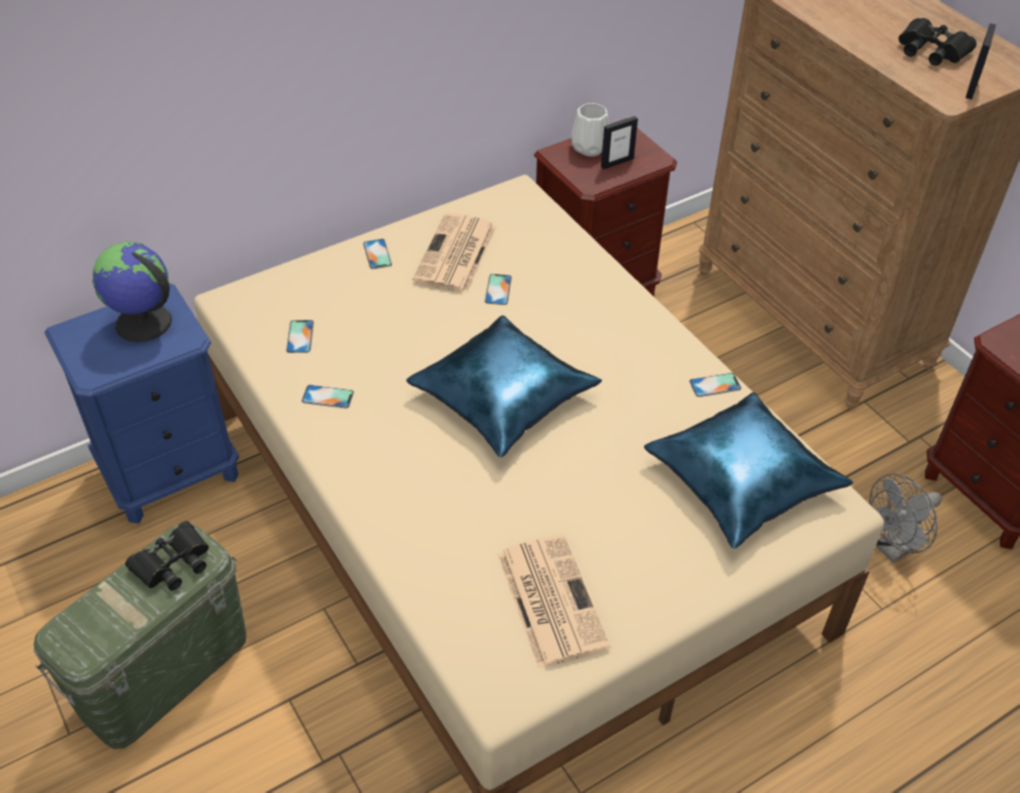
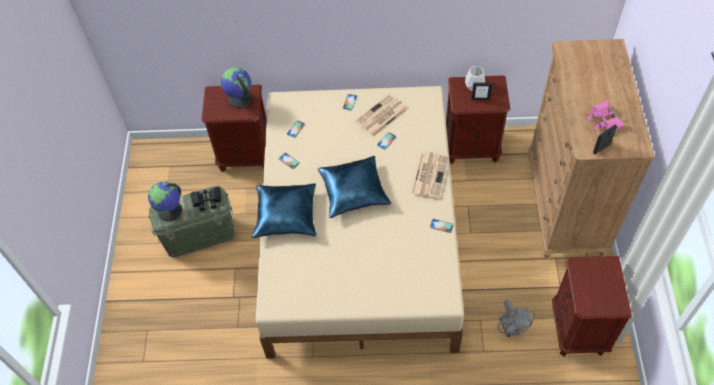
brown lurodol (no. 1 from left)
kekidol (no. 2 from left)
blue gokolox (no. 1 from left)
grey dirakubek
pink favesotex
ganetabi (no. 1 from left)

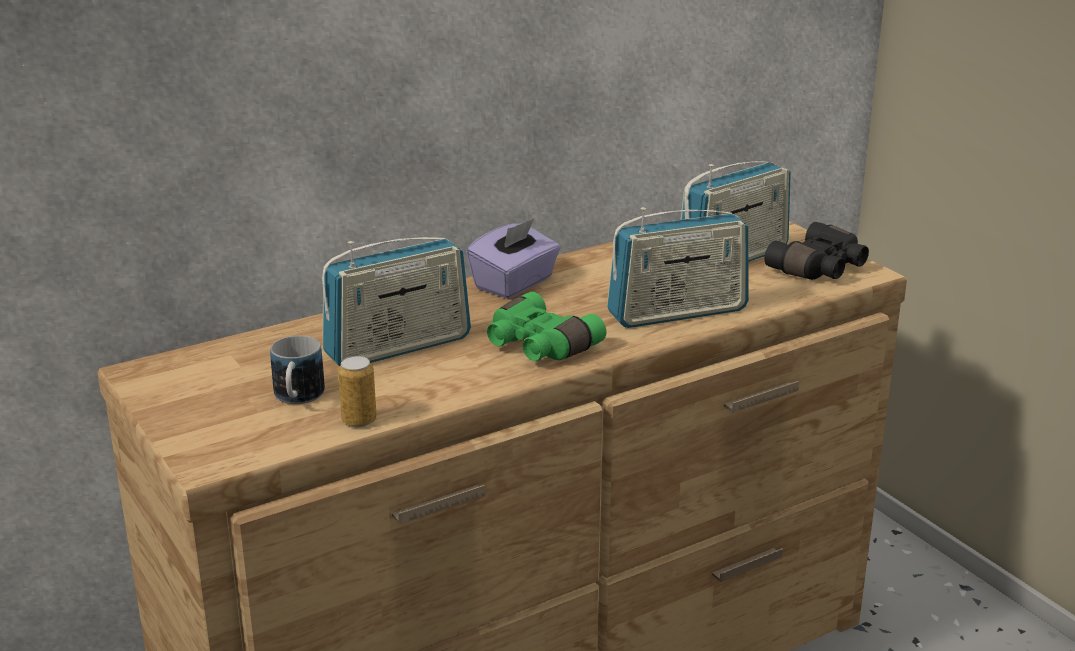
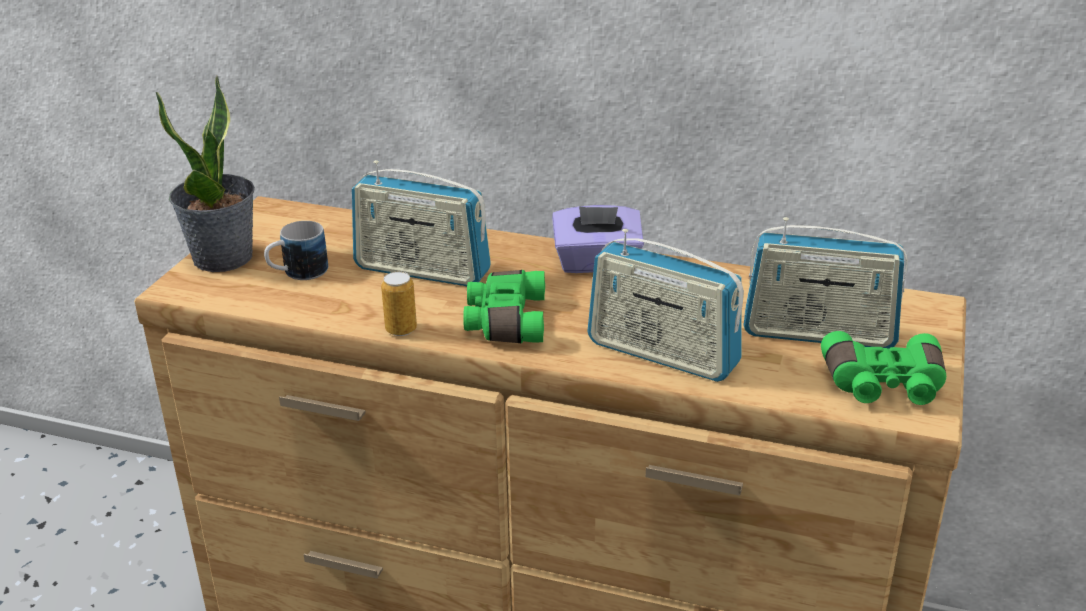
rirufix
green favesotex (no. 2 from left)
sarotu

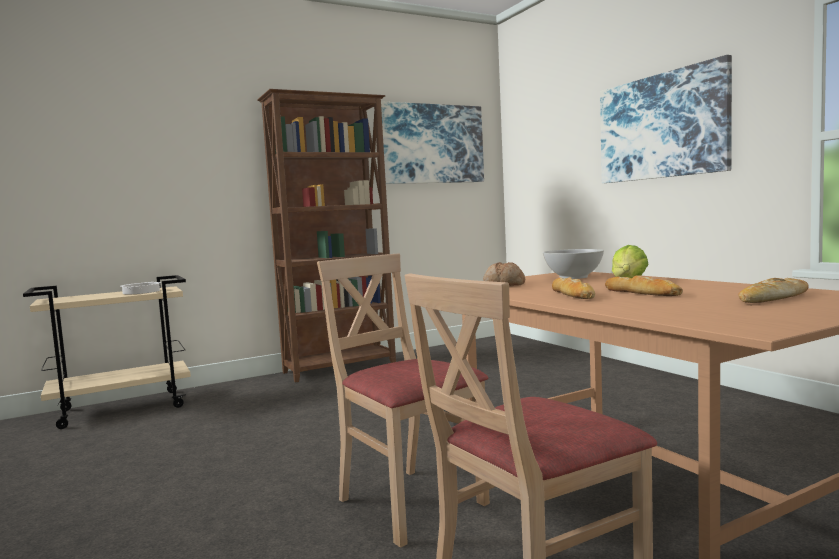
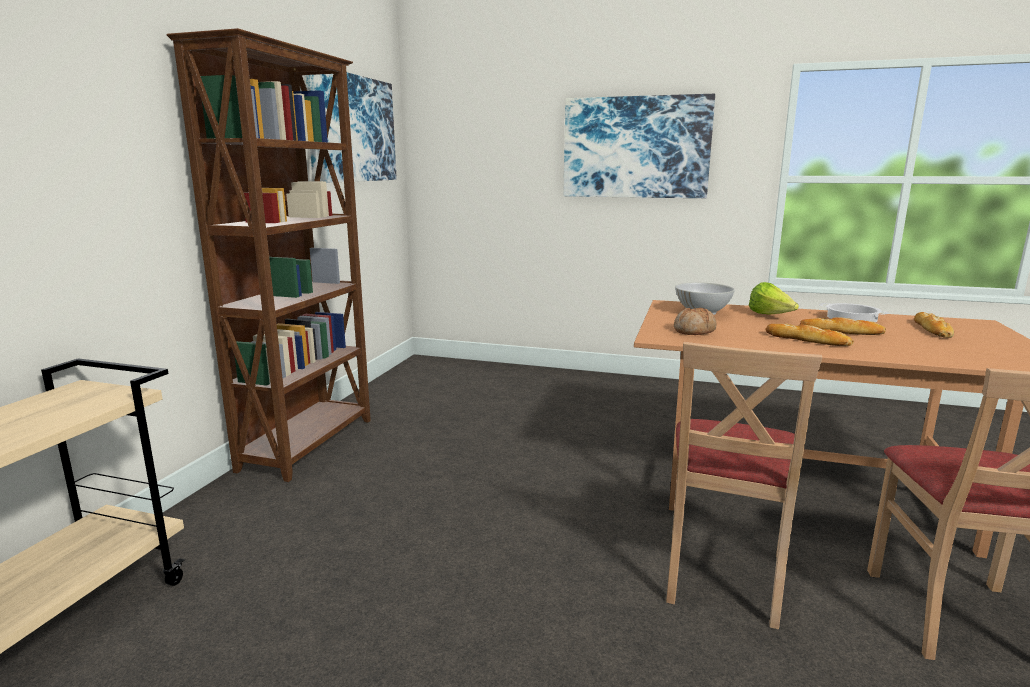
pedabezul
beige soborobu (no. 1 from left)

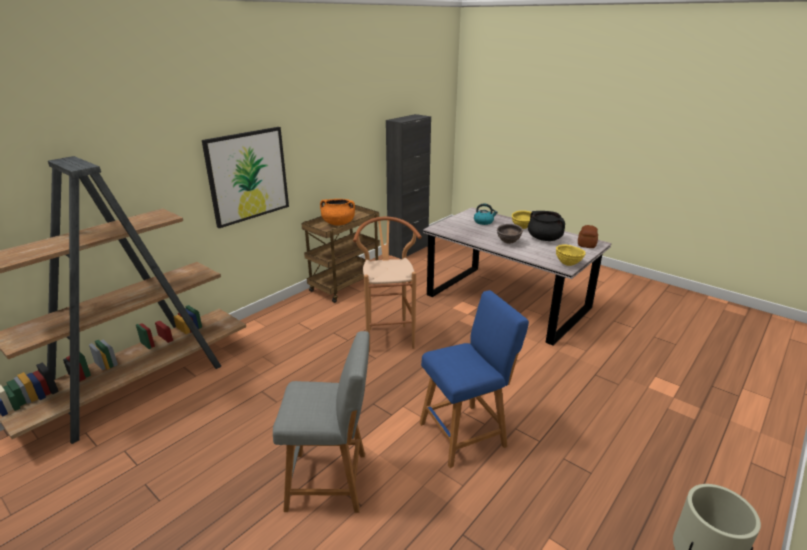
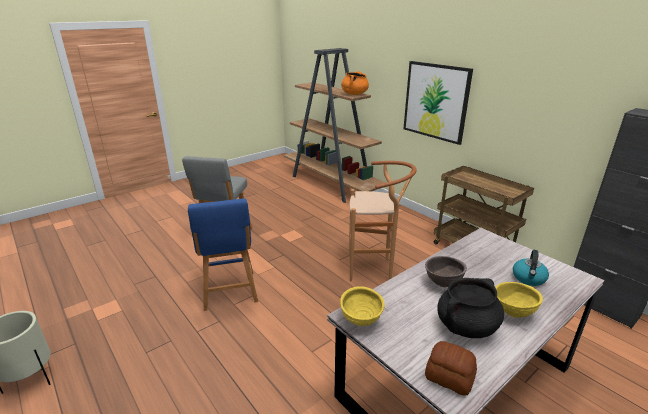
orange pedabezul

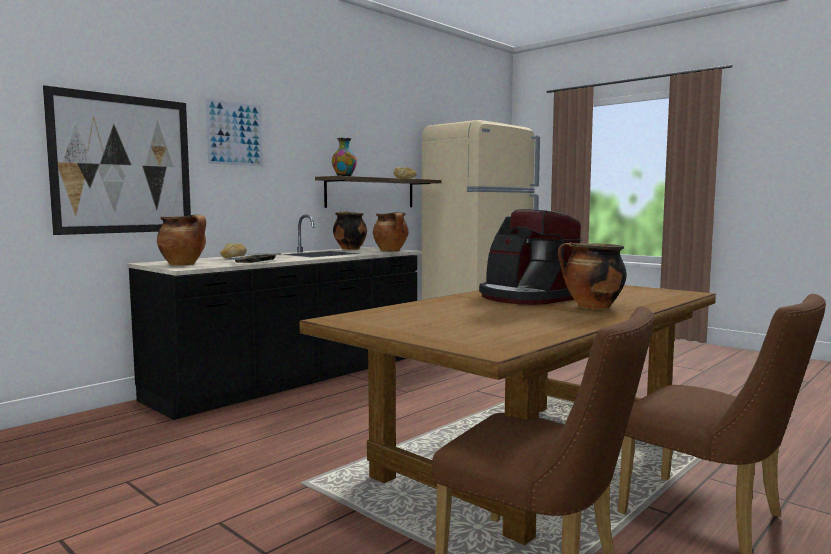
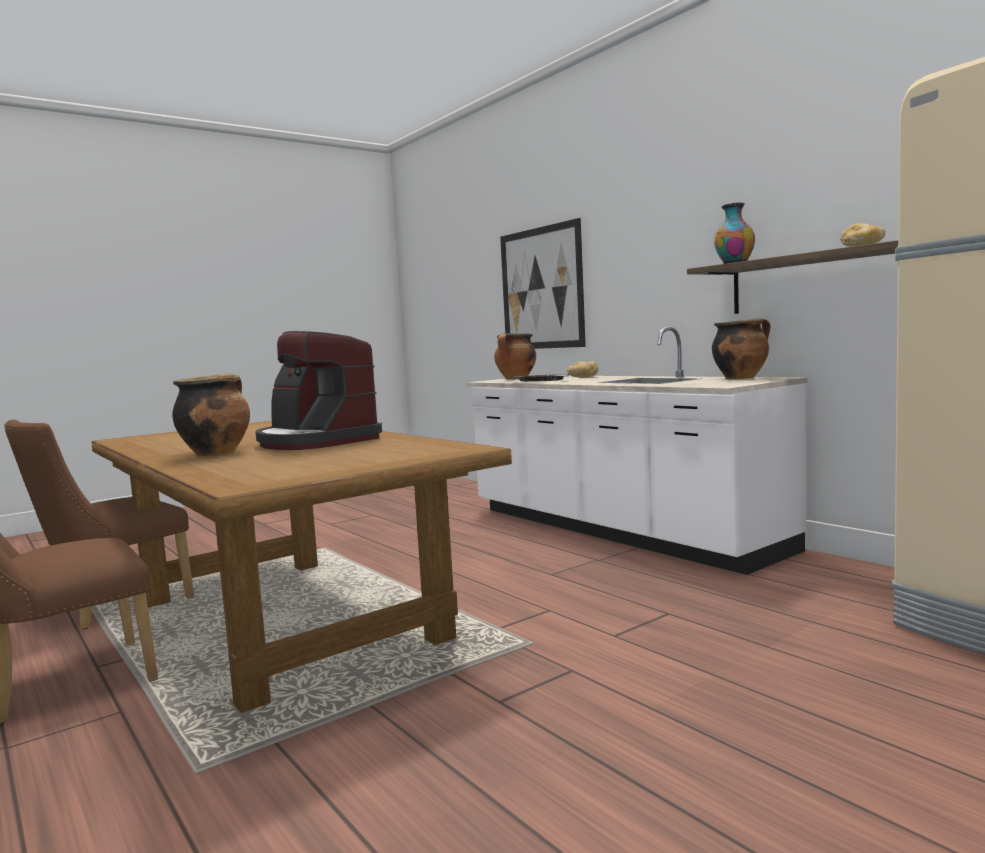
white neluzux
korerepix (no. 2 from left in the first image)
pedabezul (no. 3 from left in the first image)
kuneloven

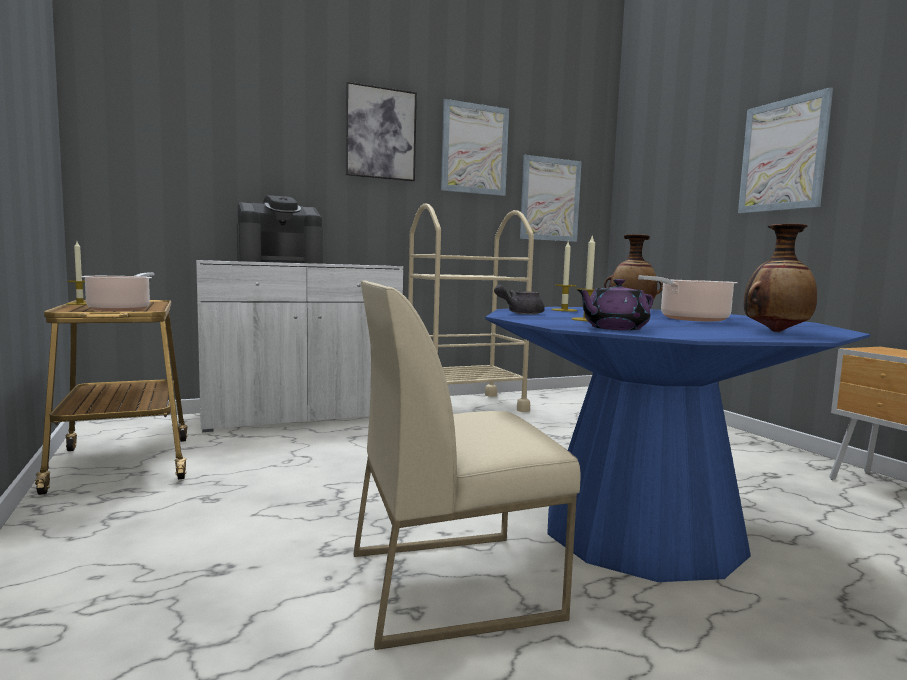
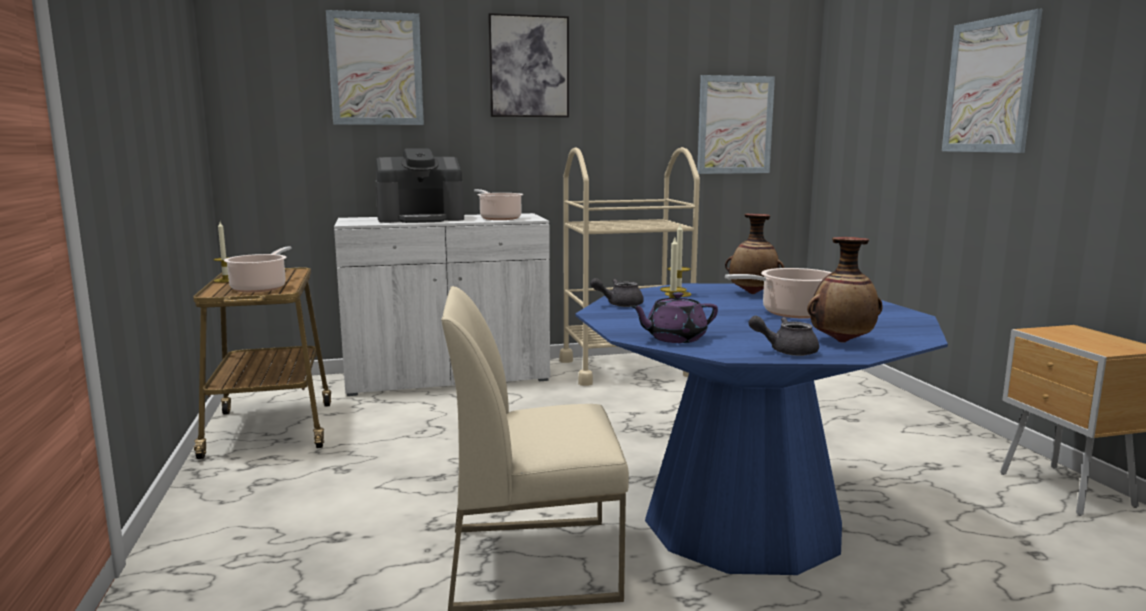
korerepix (no. 1 from left)
pedabezul (no. 2 from left)
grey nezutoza (no. 2 from left)

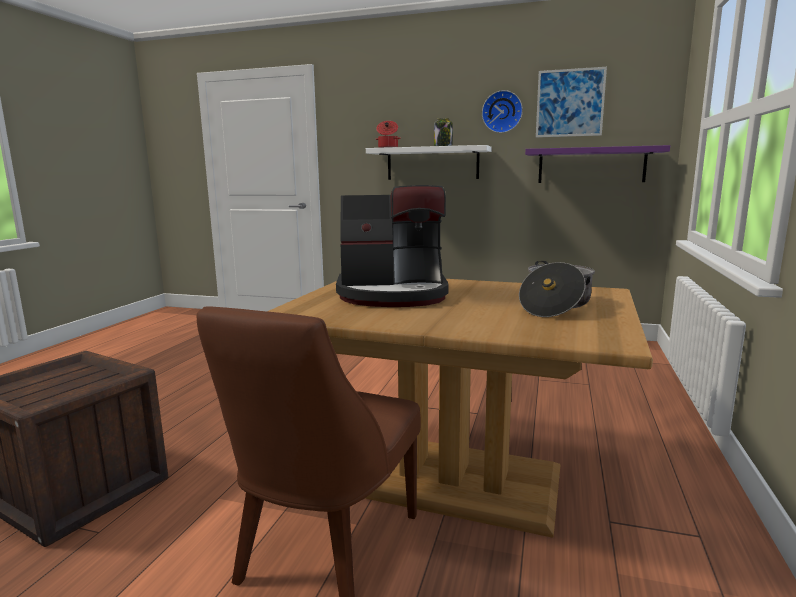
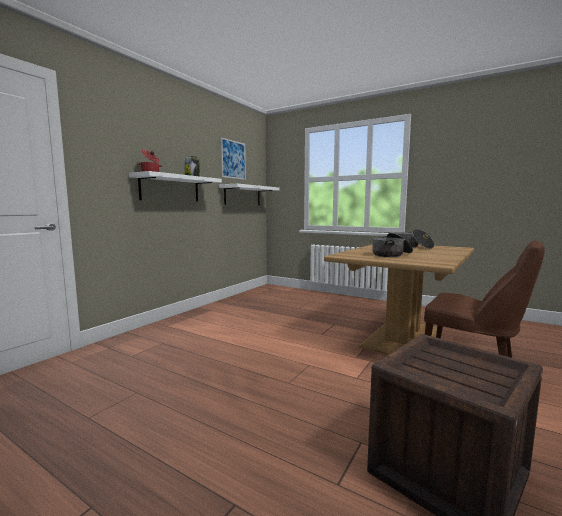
pedabezul (no. 2 from left)
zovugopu
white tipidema (no. 2 from left)

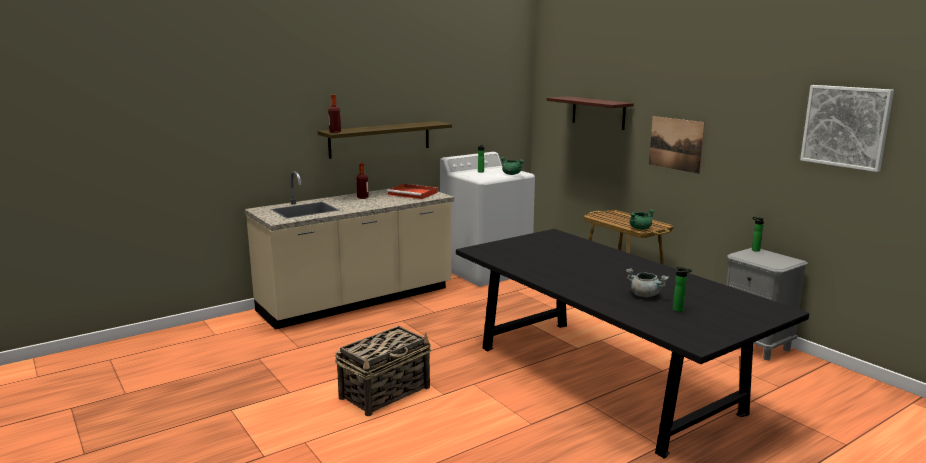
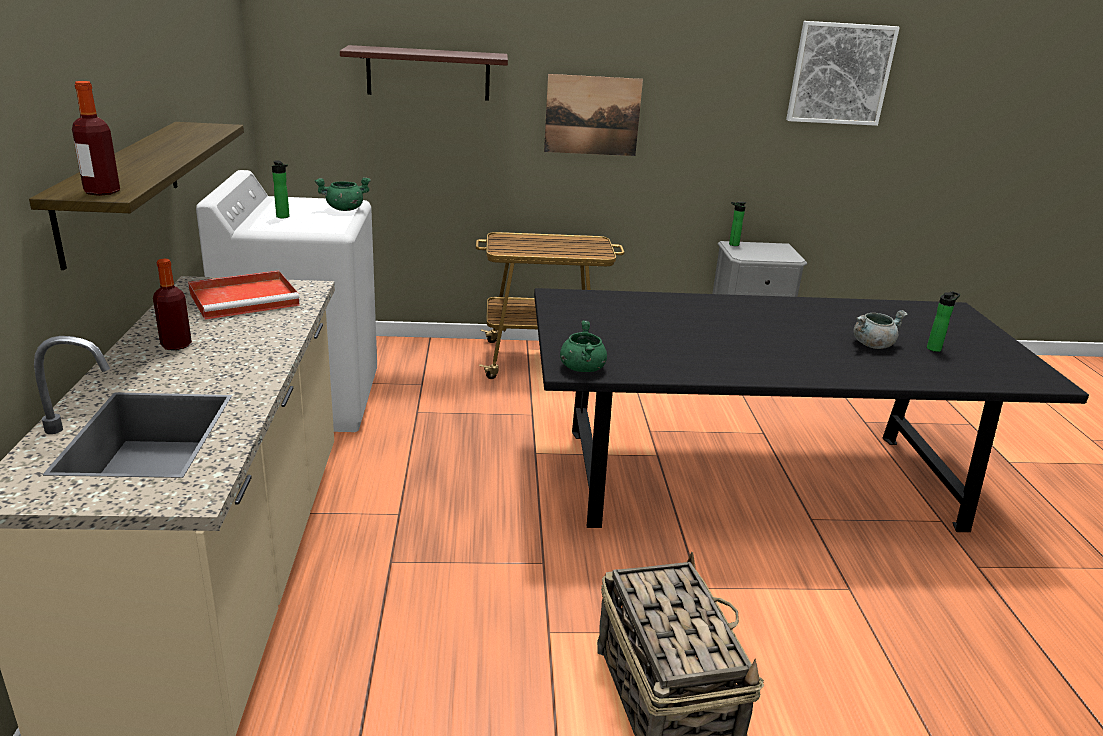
green pedabezul (no. 2 from left)

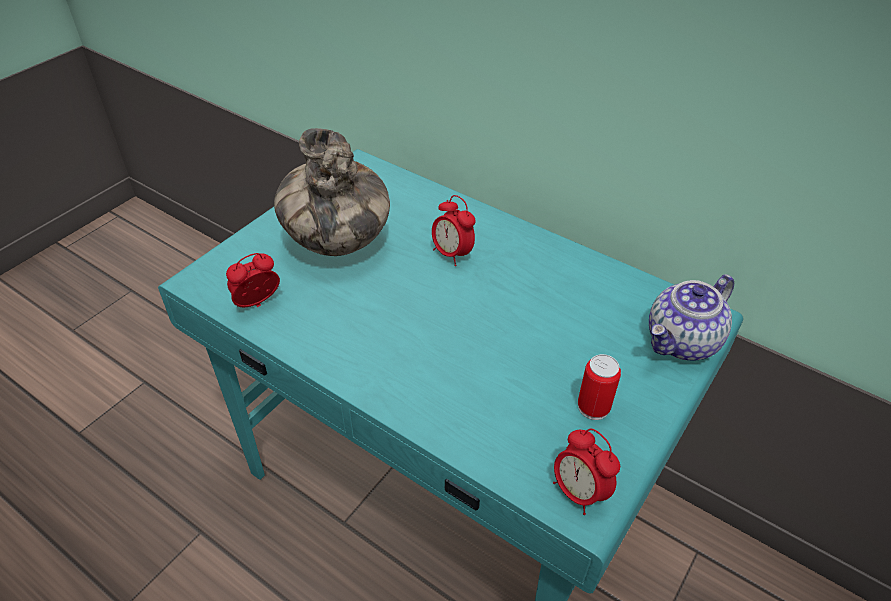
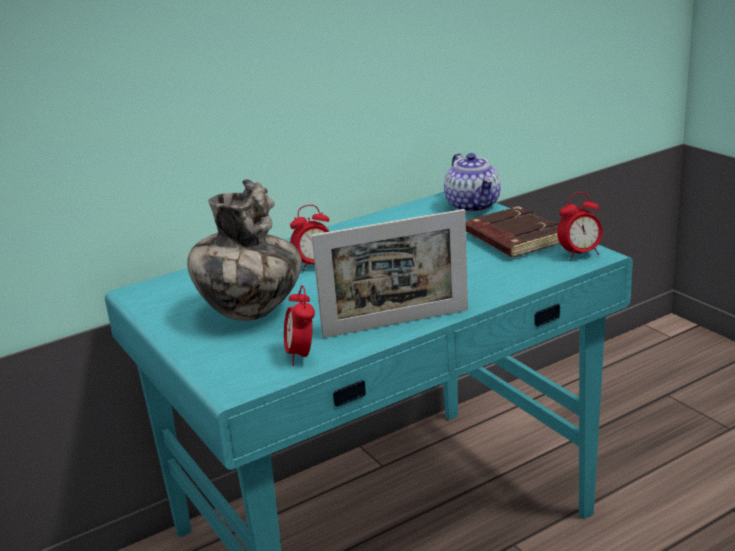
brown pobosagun
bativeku

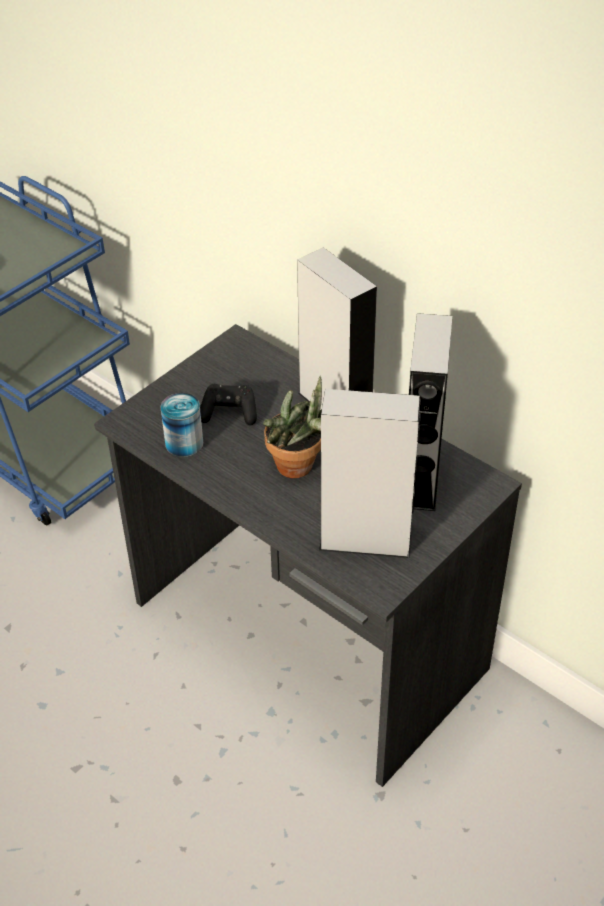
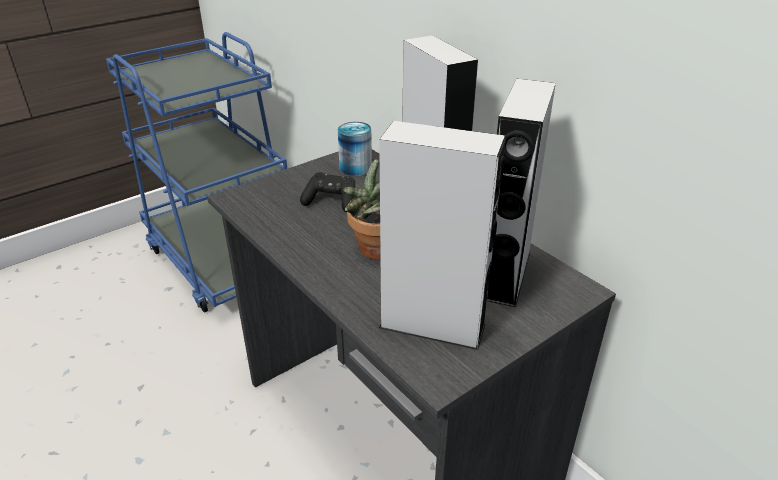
rirufix

